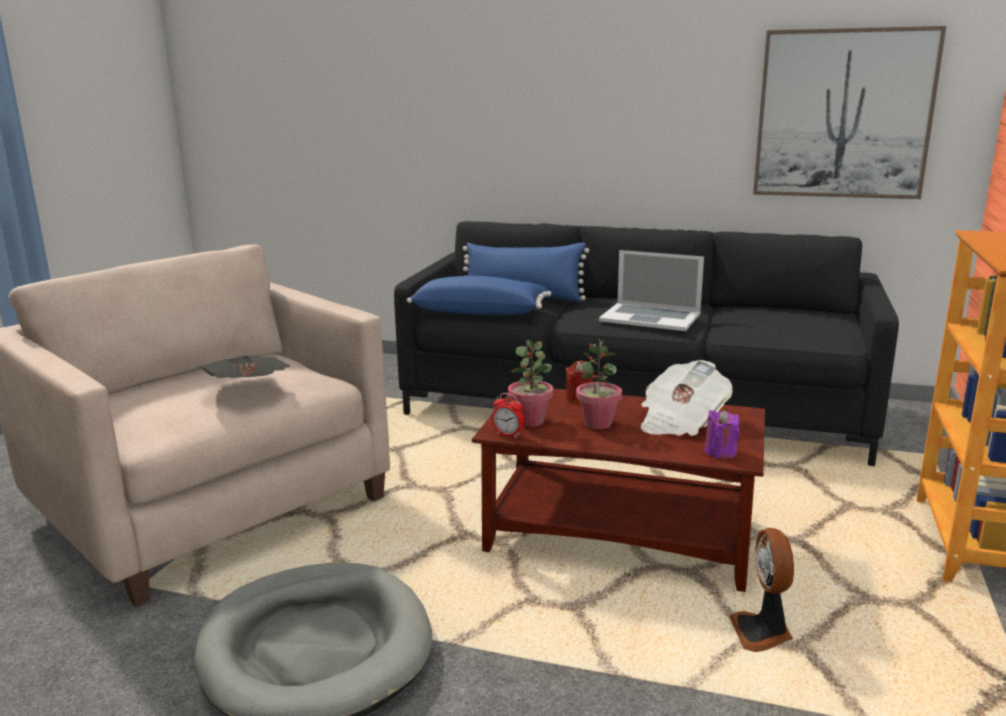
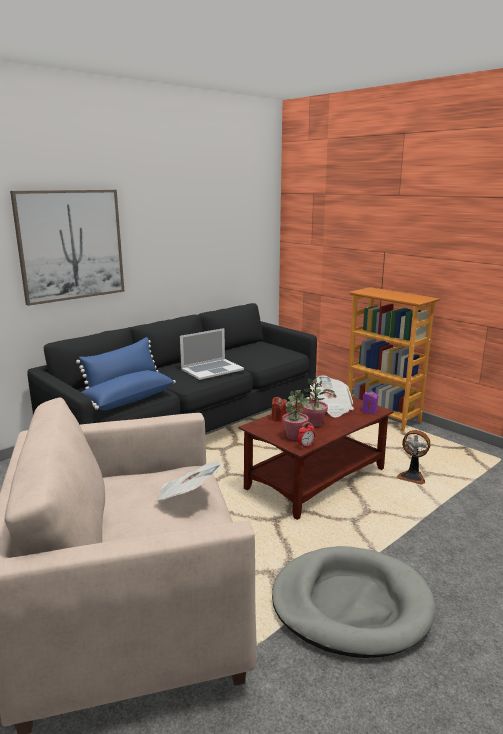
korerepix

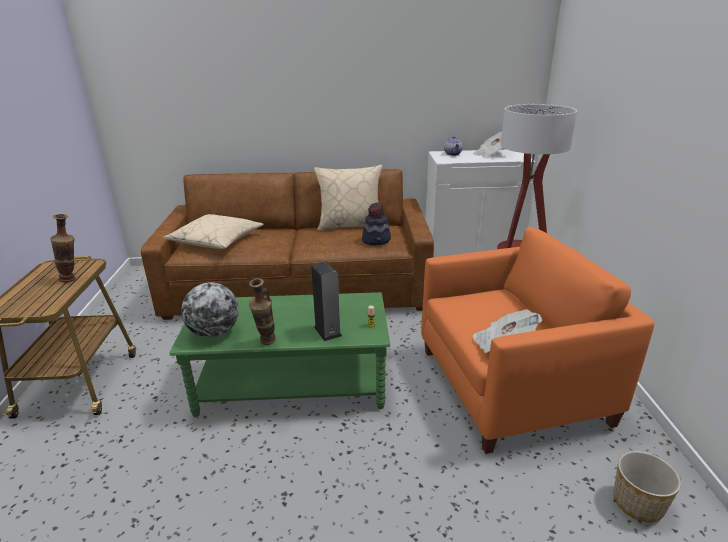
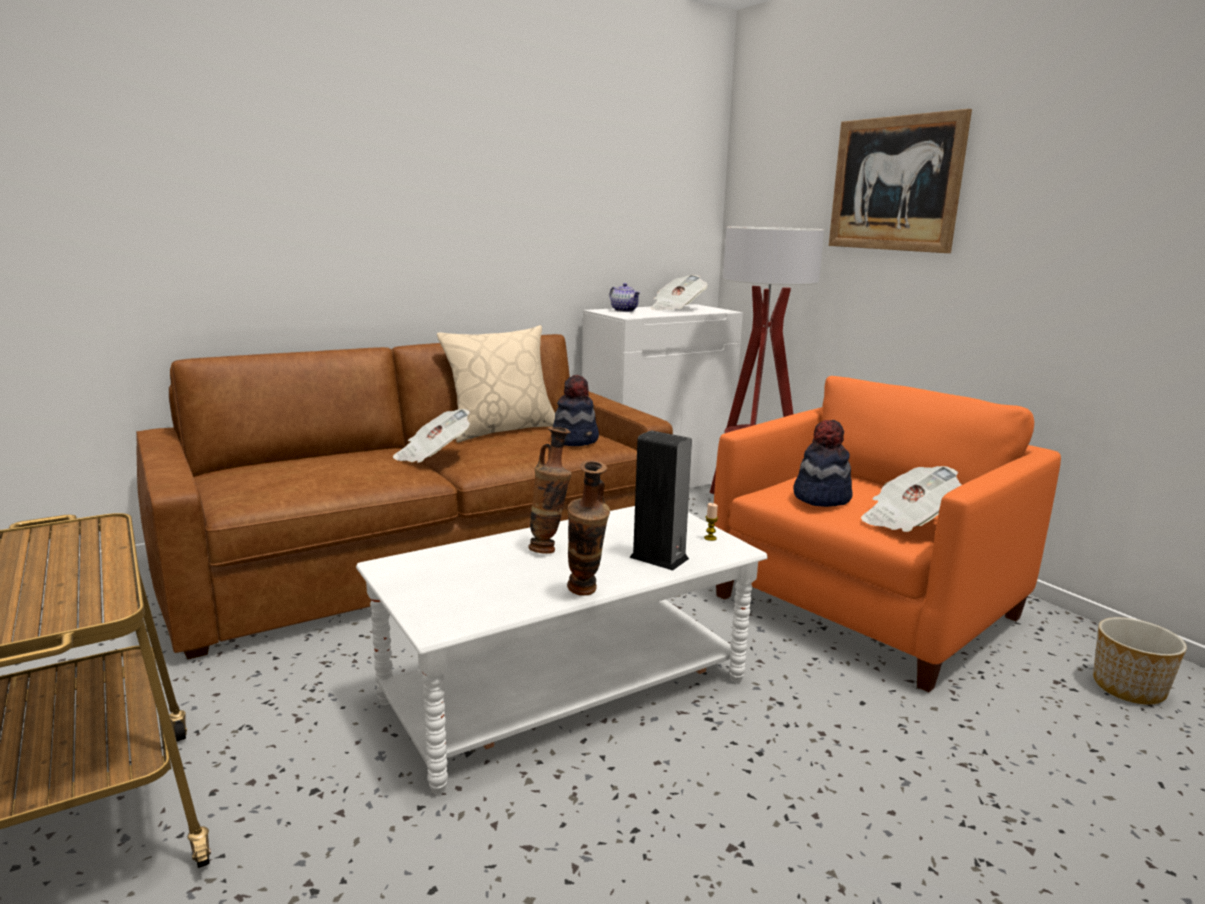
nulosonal (no. 1 from left)
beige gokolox (no. 1 from left in the first image)
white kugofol
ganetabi
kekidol (no. 1 from left)
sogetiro (no. 2 from left)
korerepix

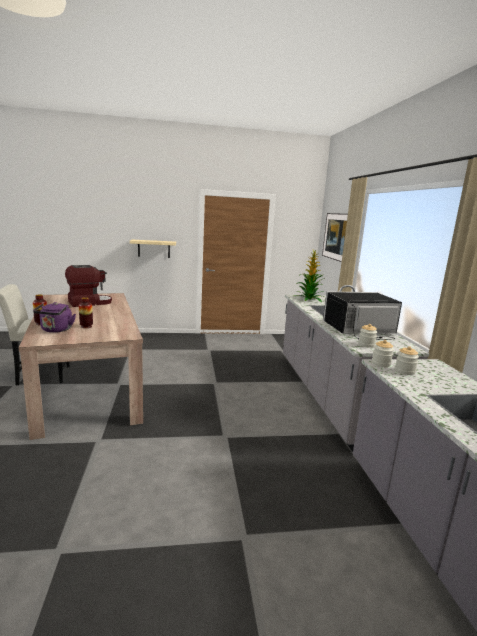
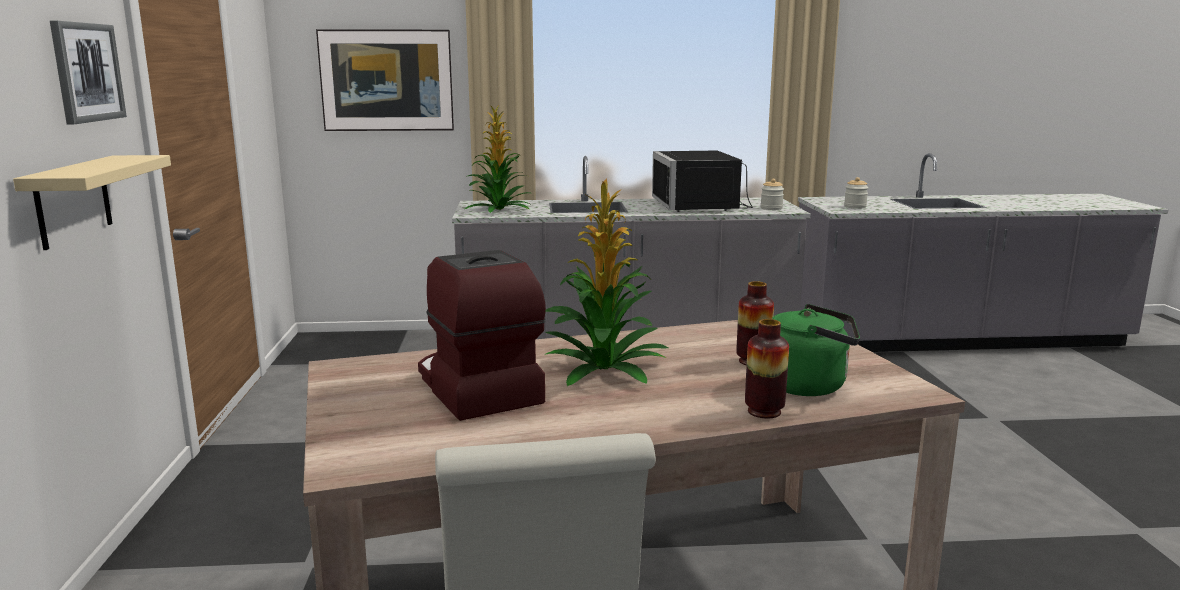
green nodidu
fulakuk (no. 2 from left in the first image)
korerepix (no. 1 from left)
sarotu (no. 2 from left)

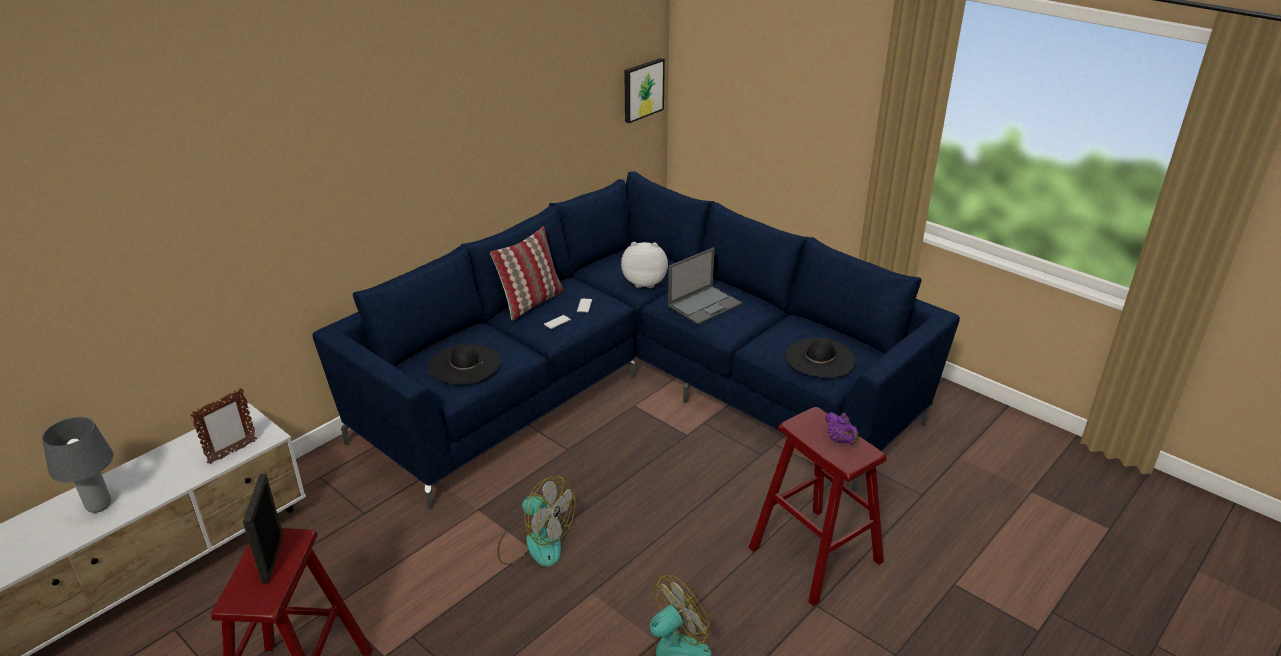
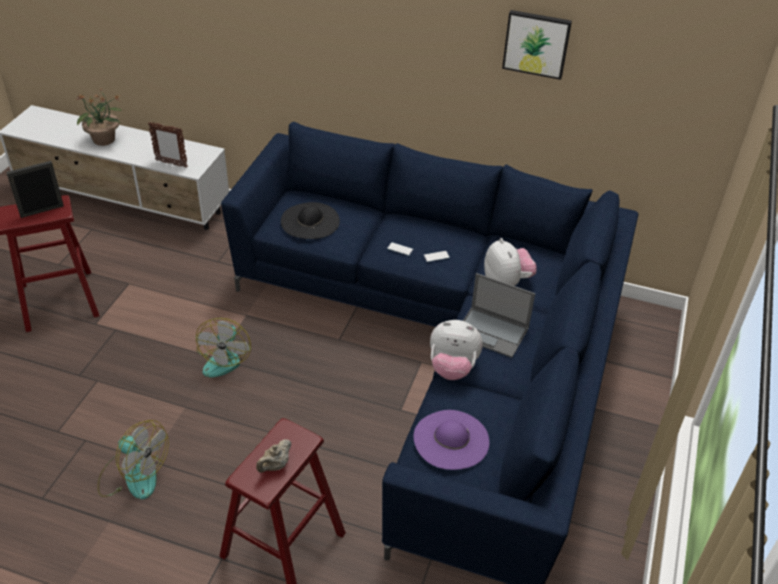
sarotu
gokolox
korerepix
purple sogetiro
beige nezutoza
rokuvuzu (no. 1 from left)

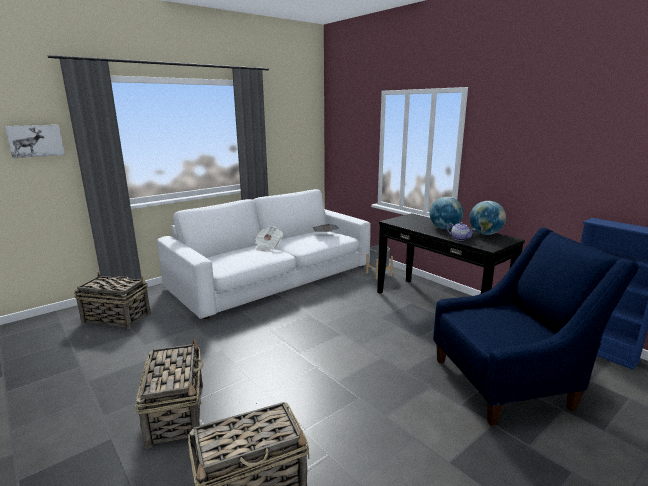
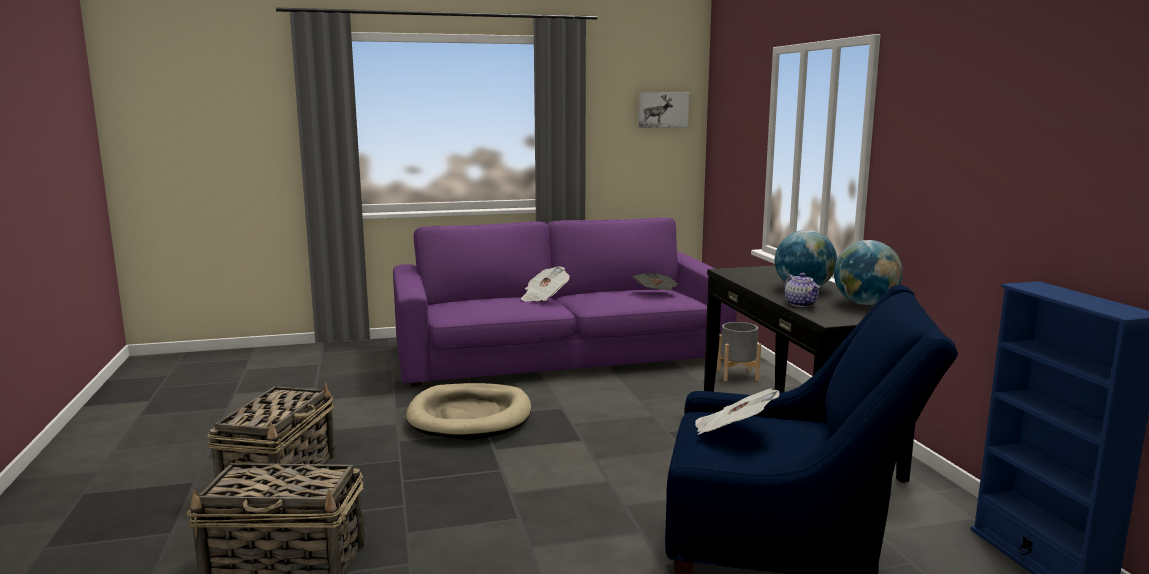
korerepix
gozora (no. 1 from left in the first image)
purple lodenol
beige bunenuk
kekidol (no. 3 from left)

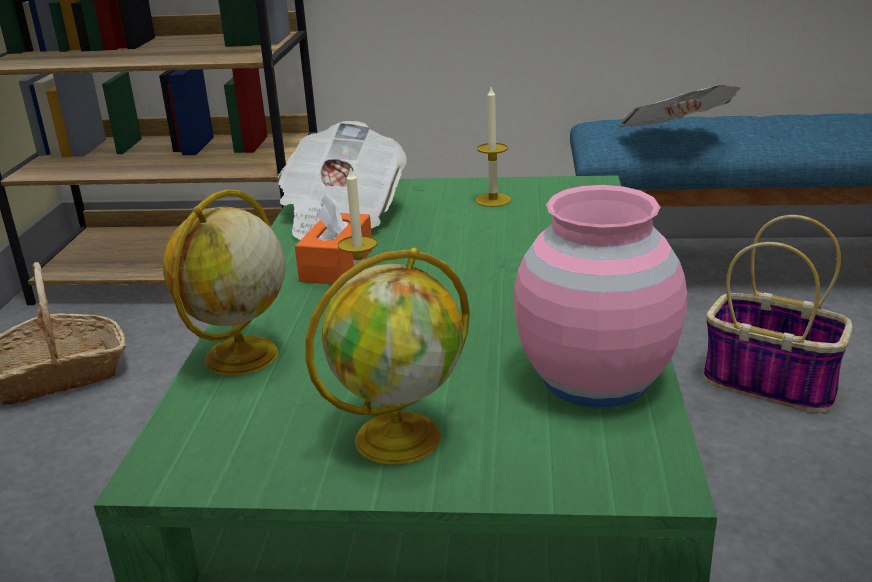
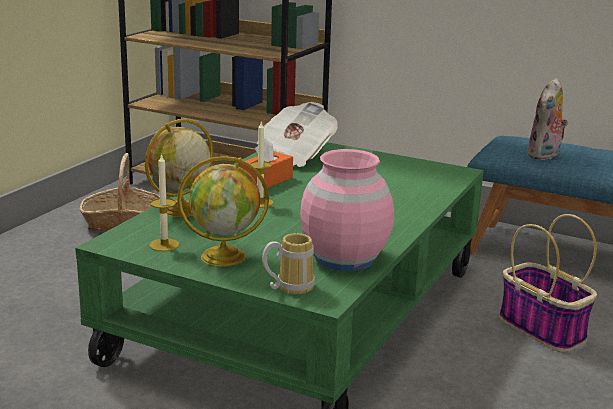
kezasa (no. 1 from left)
rokuvuzu
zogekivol

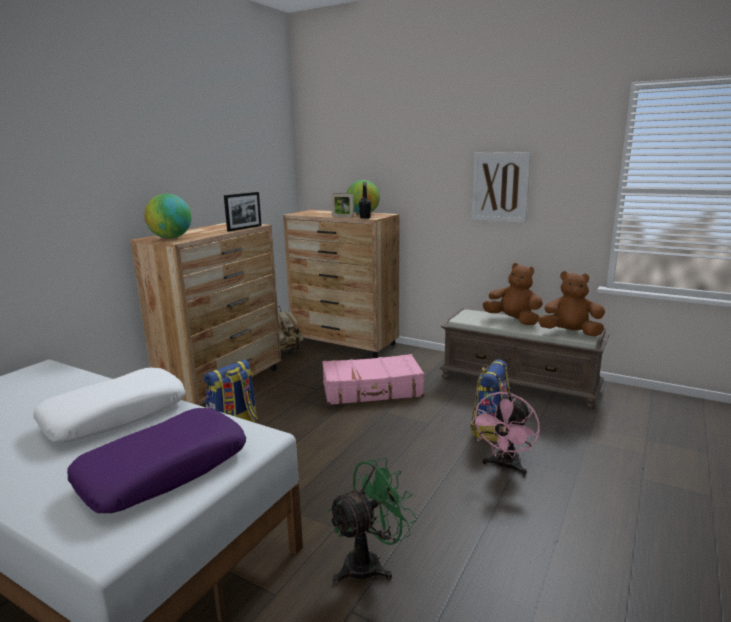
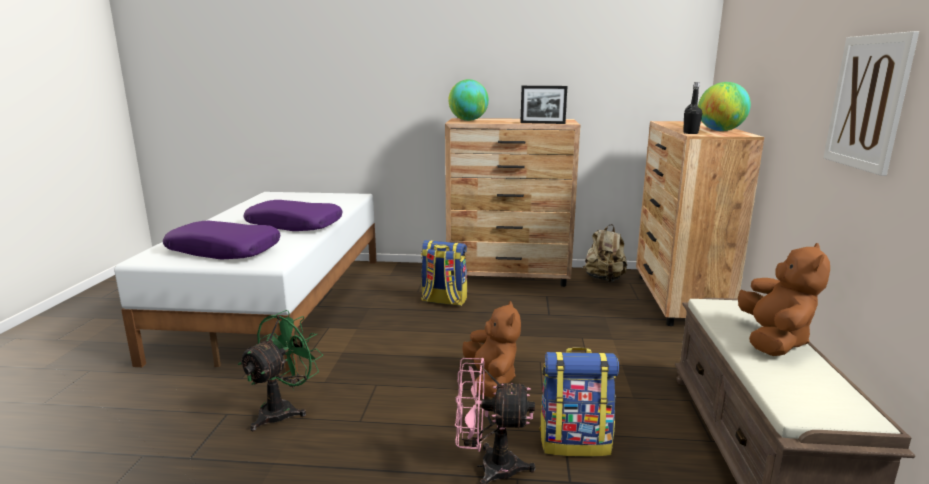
purple gokolox (no. 2 from left)
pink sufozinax
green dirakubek
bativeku (no. 2 from left in the first image)
brown rokuvuzu (no. 1 from left)

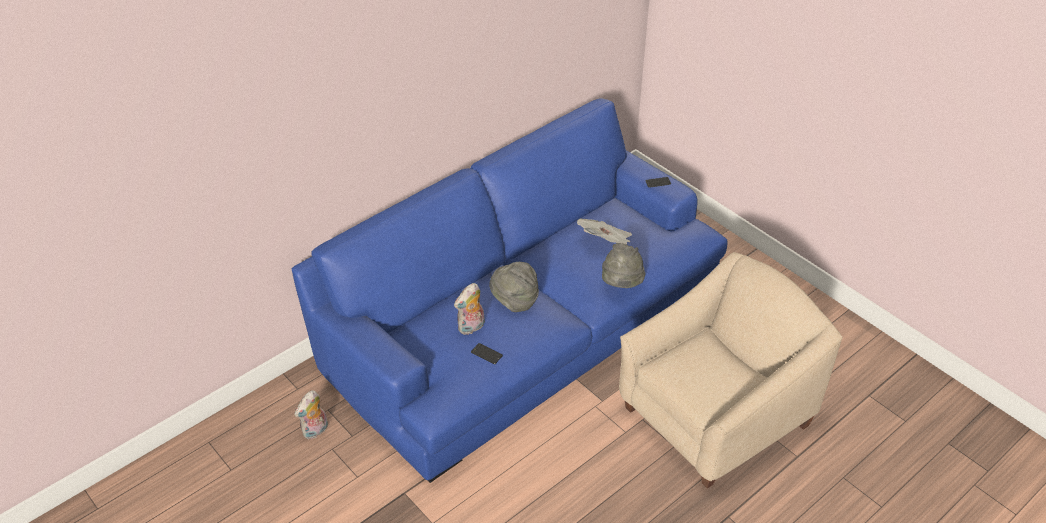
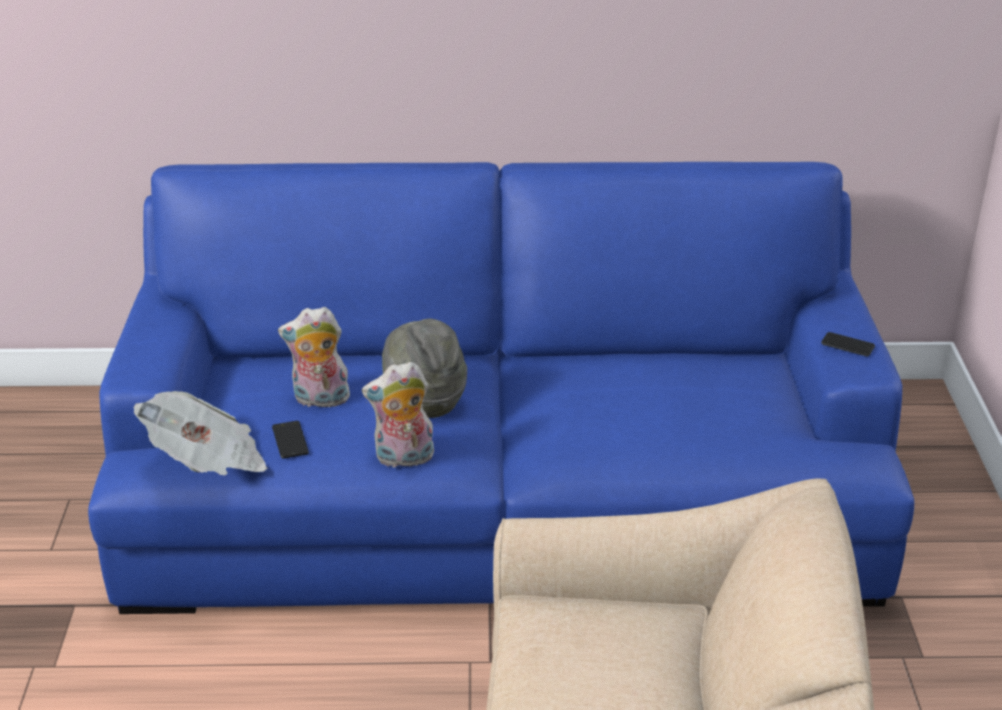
rokuvuzu (no. 2 from left)
kekidol
grey sogetiro (no. 2 from left in the first image)

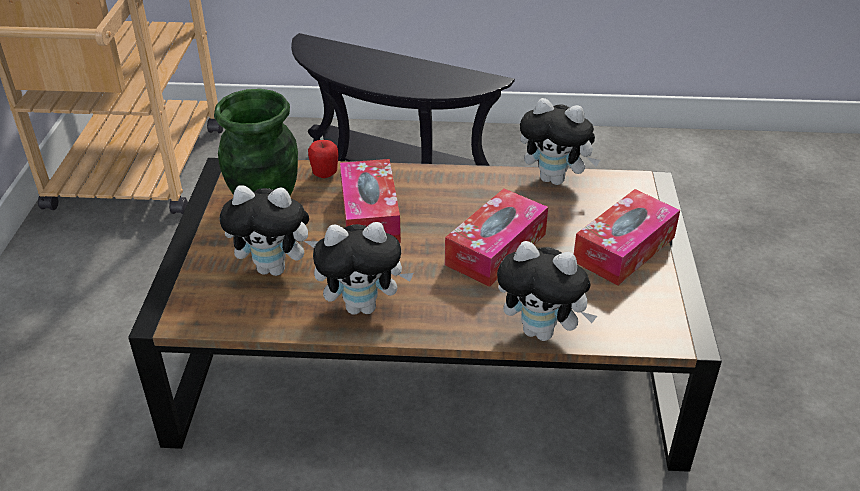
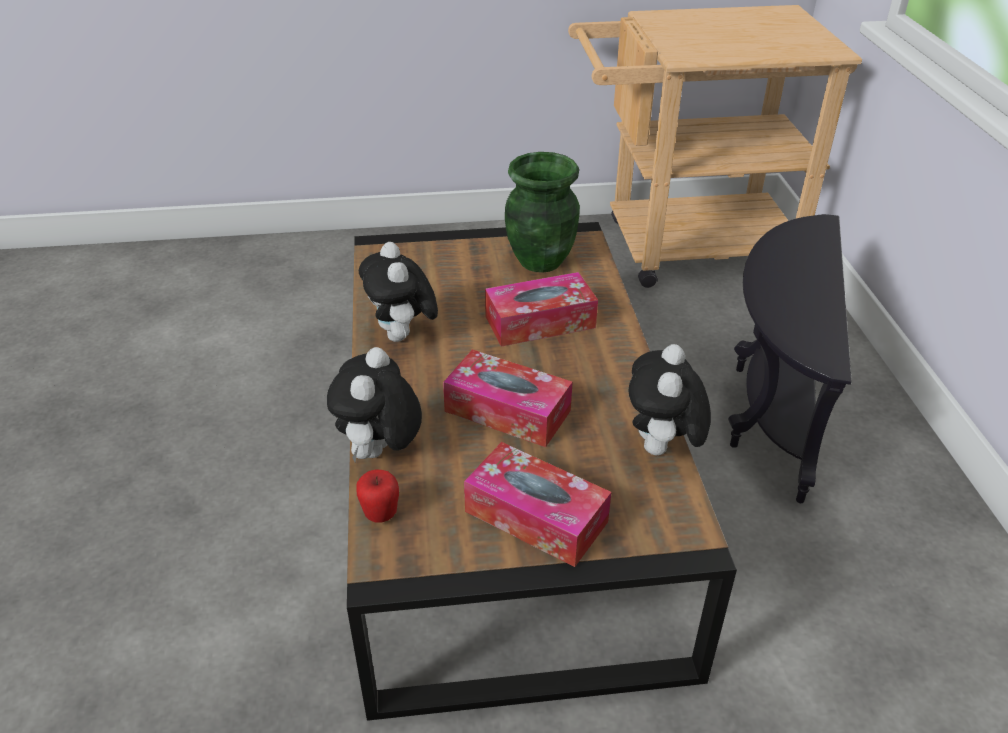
rokuvuzu (no. 1 from left in the first image)
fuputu

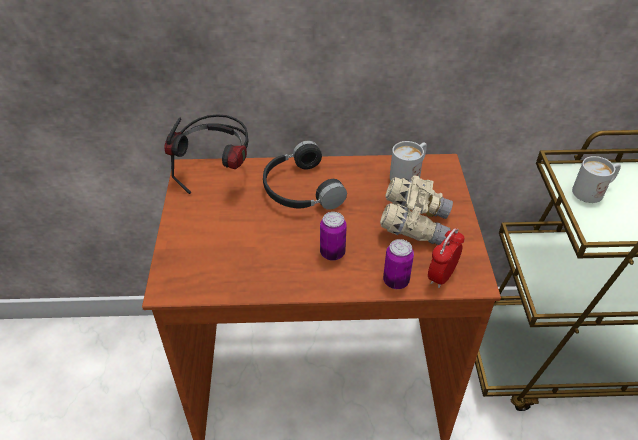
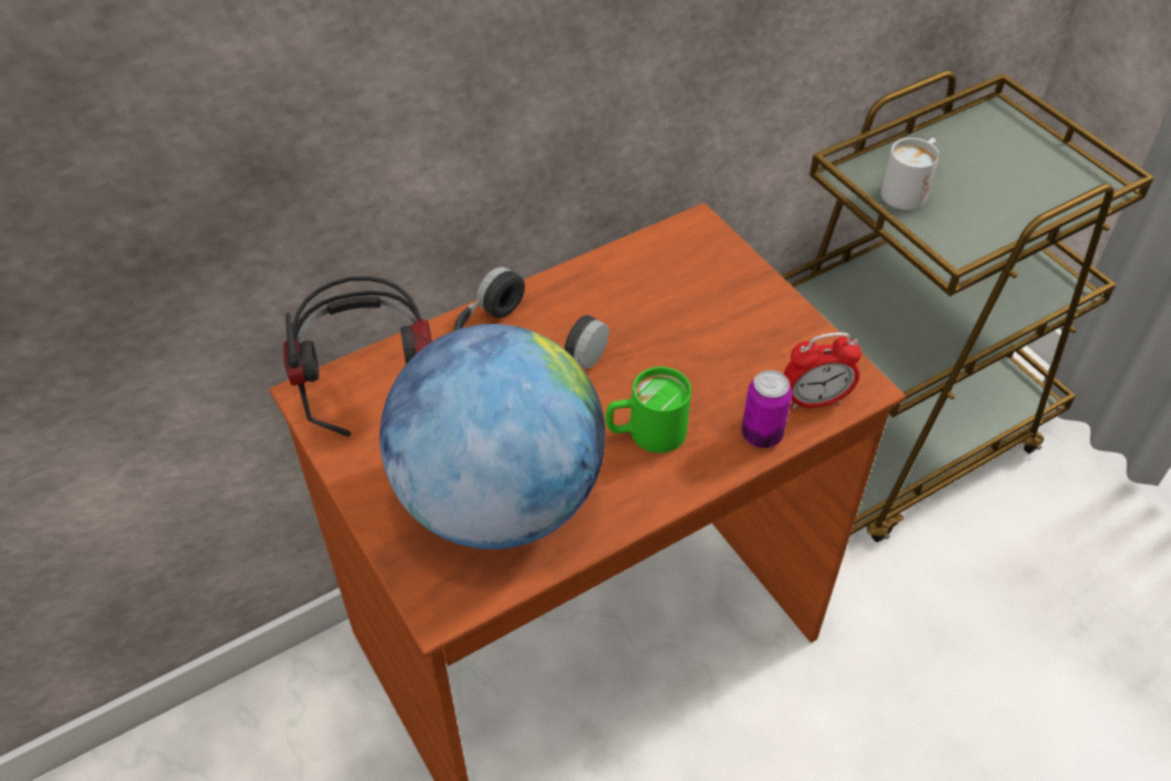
green zogekivol
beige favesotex
white zogekivol (no. 1 from left in the first image)
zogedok
ganetabi

